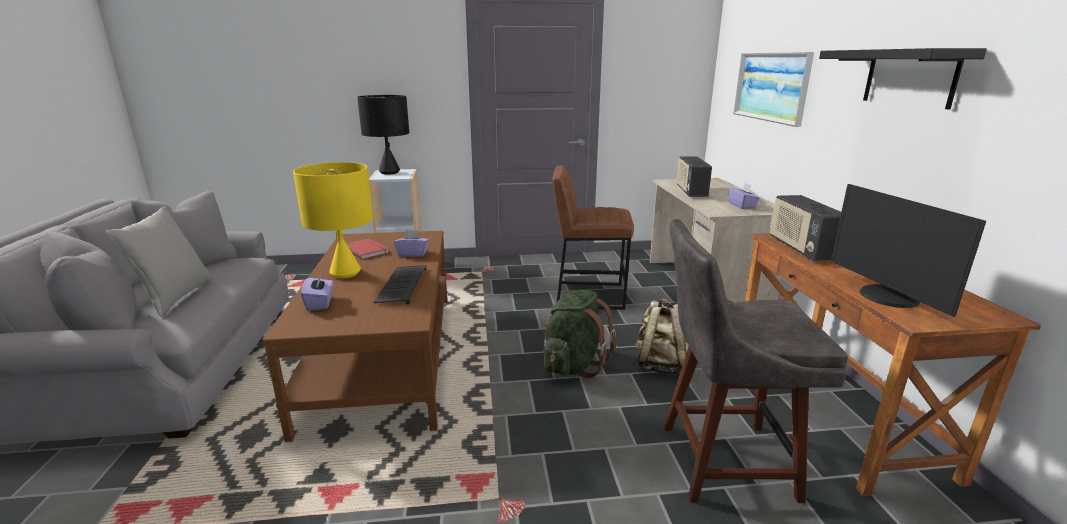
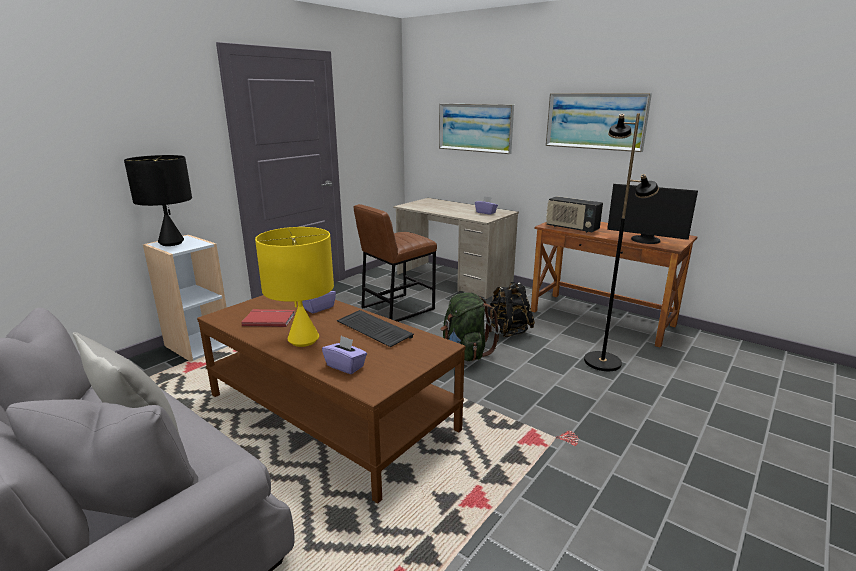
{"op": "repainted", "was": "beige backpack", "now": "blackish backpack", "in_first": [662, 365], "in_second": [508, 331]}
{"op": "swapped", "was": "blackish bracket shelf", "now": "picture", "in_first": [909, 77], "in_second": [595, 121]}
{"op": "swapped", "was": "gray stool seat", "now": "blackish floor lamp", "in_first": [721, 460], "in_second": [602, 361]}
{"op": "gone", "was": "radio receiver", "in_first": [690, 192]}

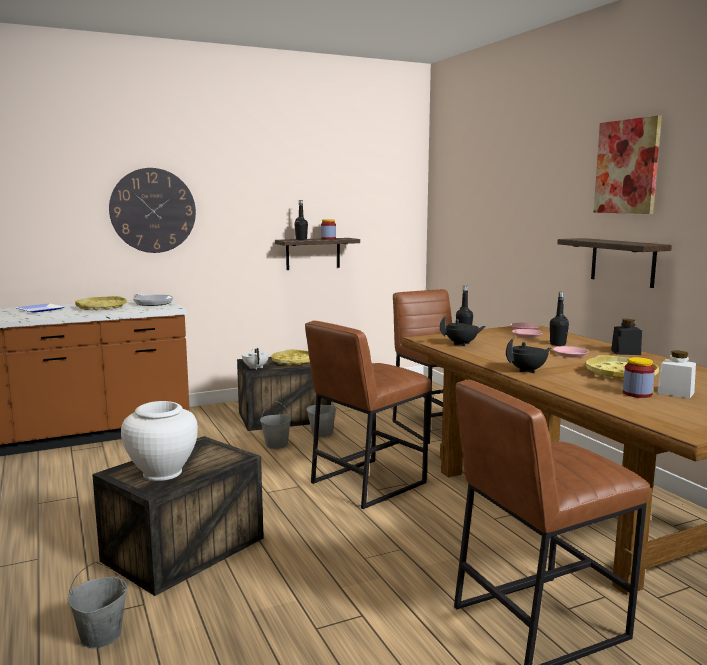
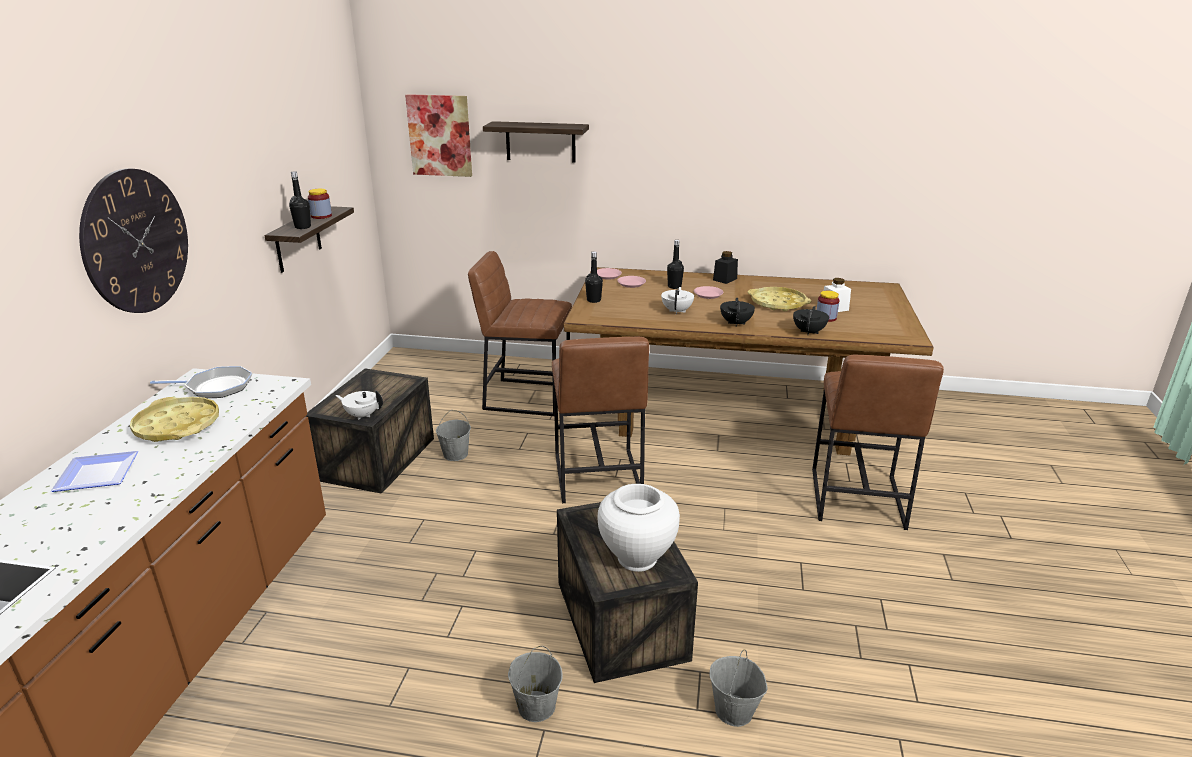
{"op": "shifted", "was": "picture", "in_first": [627, 167], "in_second": [440, 135]}
{"op": "shifted", "was": "bracket shelf", "in_first": [622, 262], "in_second": [540, 142]}
{"op": "shifted", "was": "gray bucket", "in_first": [276, 444], "in_second": [536, 706]}
{"op": "new", "now": "whitish pot for tea", "in_second": [677, 311]}
{"op": "shifted", "was": "blackish pot for tea", "in_first": [461, 344], "in_second": [809, 332]}
{"op": "gone", "was": "yellowish serving tray", "in_first": [293, 361]}

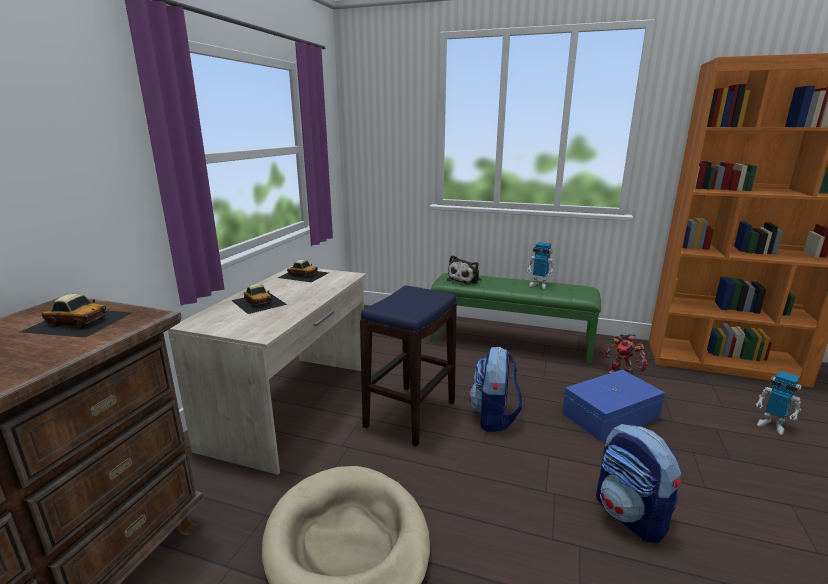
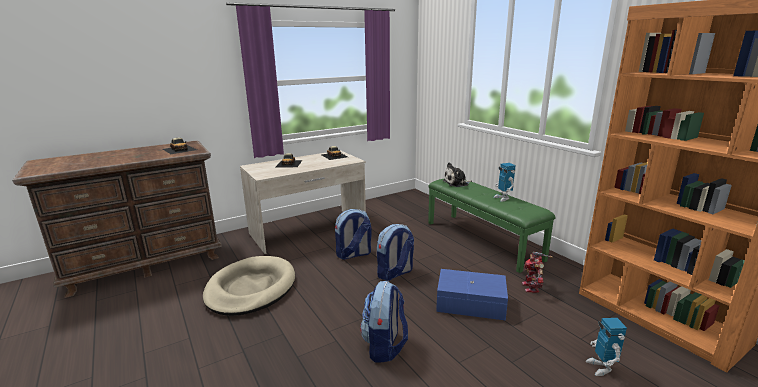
{"op": "swapped", "was": "stool seat", "now": "backpack", "in_first": [410, 414], "in_second": [353, 254]}

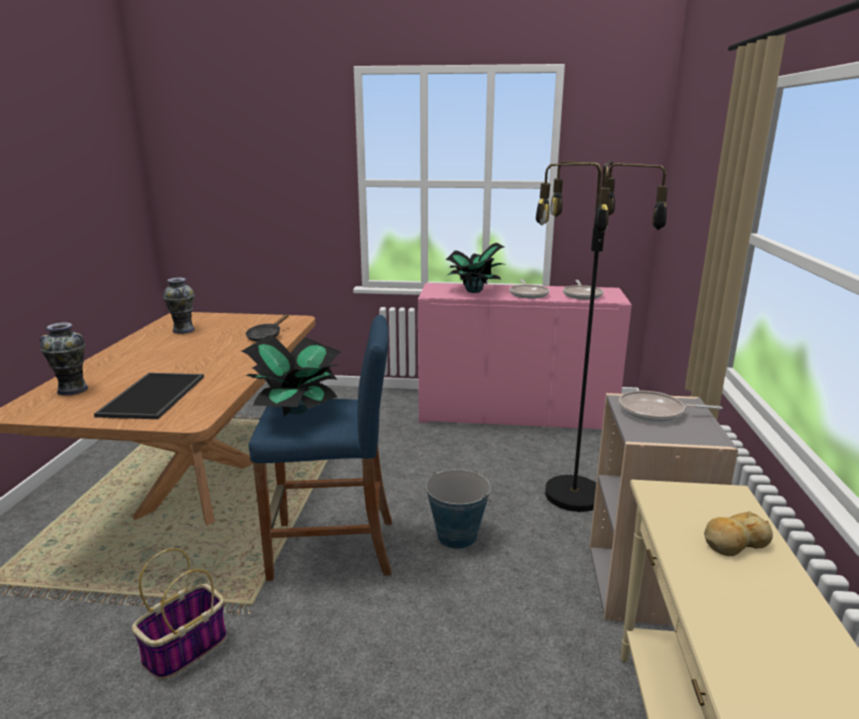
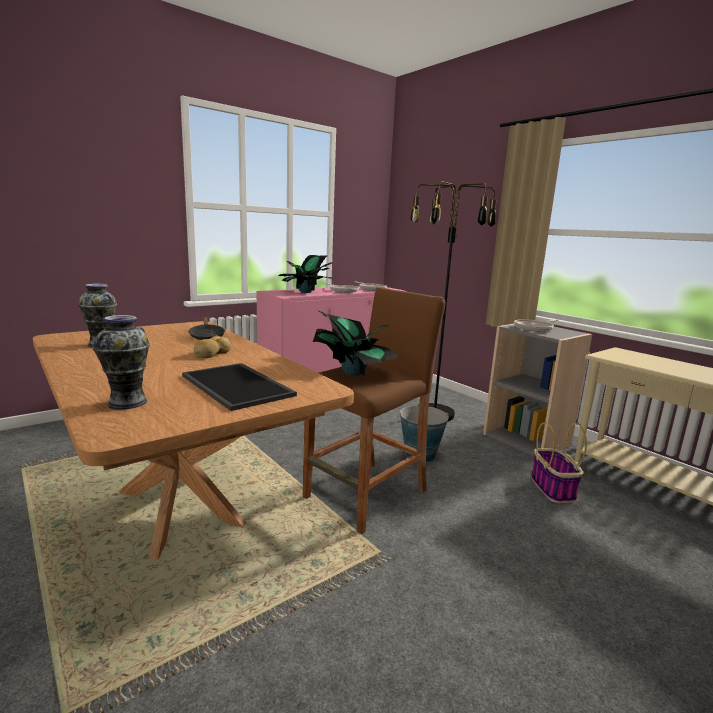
{"op": "shifted", "was": "bakery bread", "in_first": [734, 543], "in_second": [211, 353]}
{"op": "repainted", "was": "blue stool seat", "now": "brown-coloured stool seat", "in_first": [332, 549], "in_second": [366, 495]}
{"op": "shifted", "was": "basket", "in_first": [185, 649], "in_second": [553, 489]}

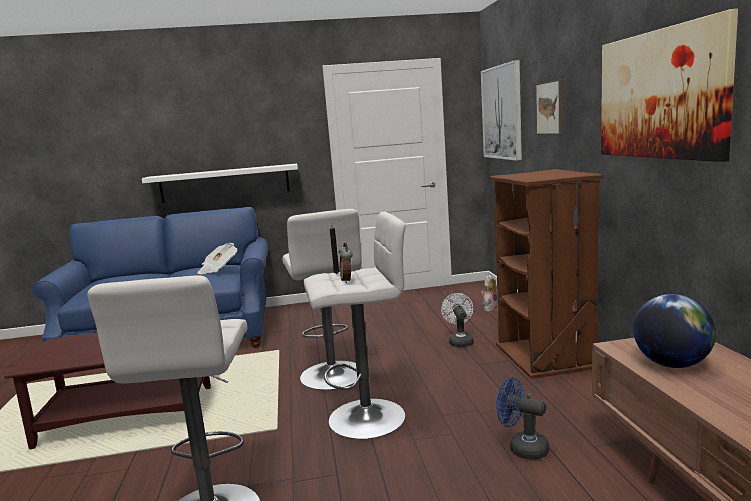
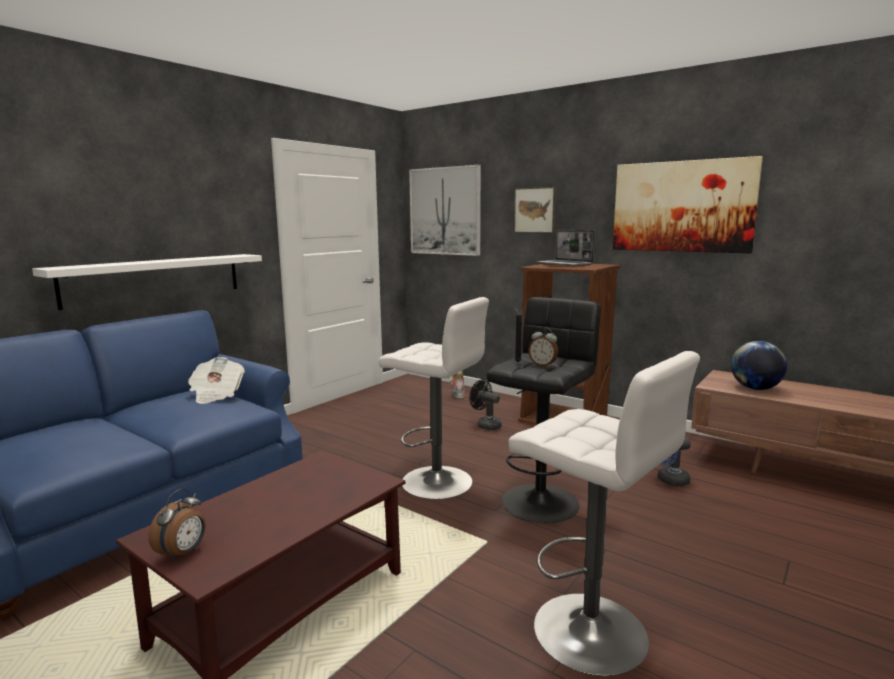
{"op": "new", "now": "table clock", "in_second": [183, 553]}
{"op": "repainted", "was": "whitish cooling fan", "now": "blackish cooling fan", "in_first": [460, 341], "in_second": [486, 425]}
{"op": "repainted", "was": "whitish stool seat", "now": "blackish stool seat", "in_first": [368, 418], "in_second": [541, 503]}
{"op": "new", "now": "notebook computer", "in_second": [565, 264]}

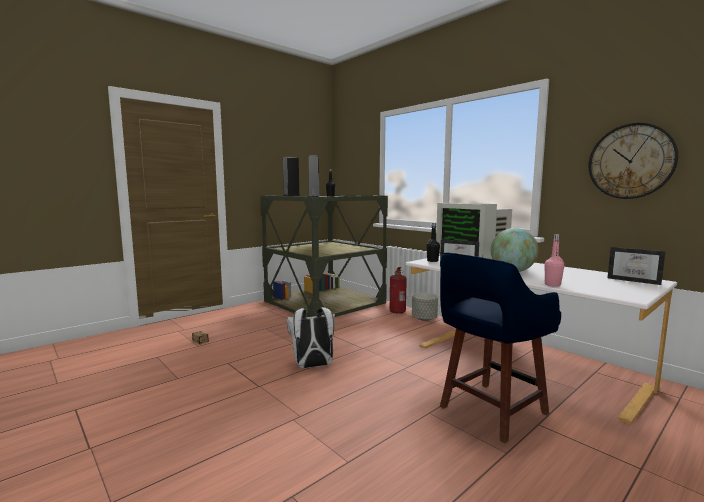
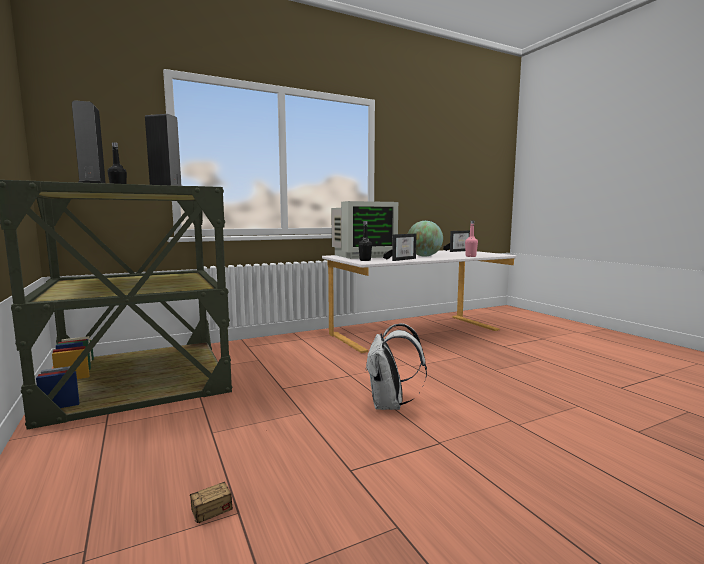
{"op": "gone", "was": "fire-fighting cylinder", "in_first": [397, 311]}
{"op": "gone", "was": "gray flower pot", "in_first": [424, 319]}
{"op": "gone", "was": "blue stool seat", "in_first": [490, 412]}
{"op": "gone", "was": "clock on the wall", "in_first": [630, 161]}

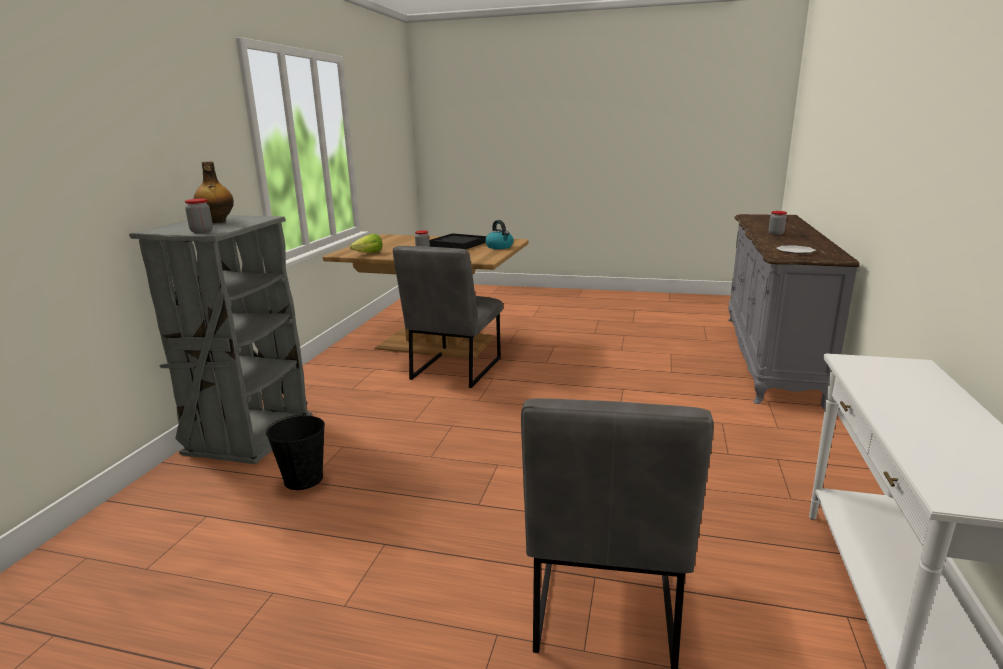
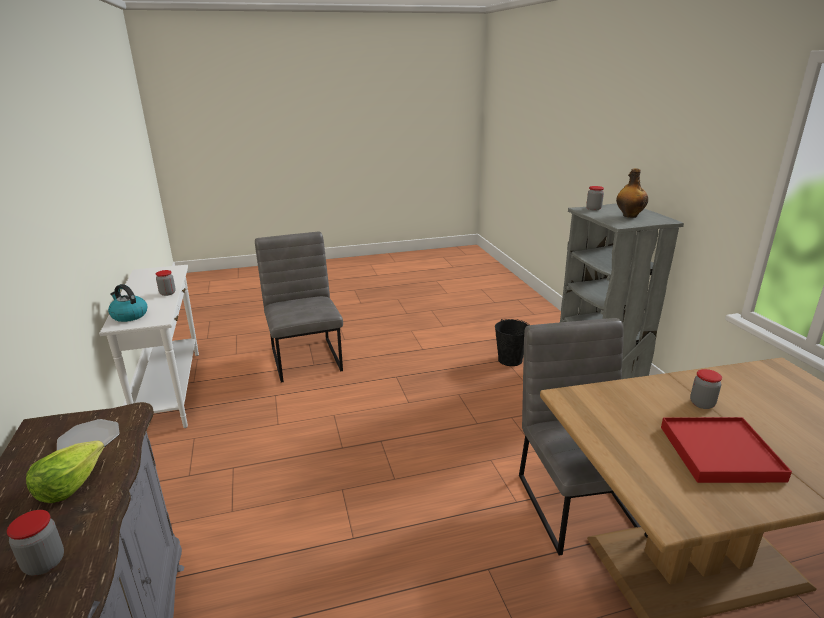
{"op": "shifted", "was": "head of lettuce", "in_first": [368, 253], "in_second": [69, 485]}
{"op": "shifted", "was": "water kettle", "in_first": [500, 247], "in_second": [129, 315]}
{"op": "new", "now": "storage jar", "in_second": [167, 293]}
{"op": "repainted", "was": "blackish serving tray", "now": "reddish serving tray", "in_first": [457, 244], "in_second": [719, 453]}

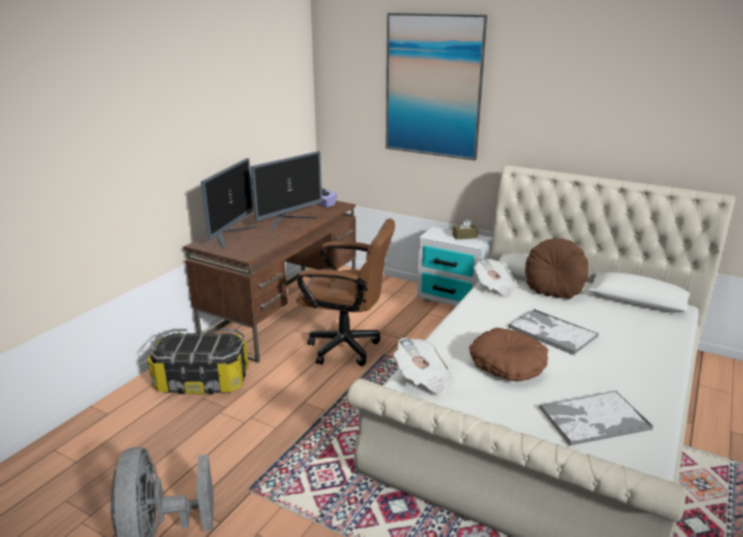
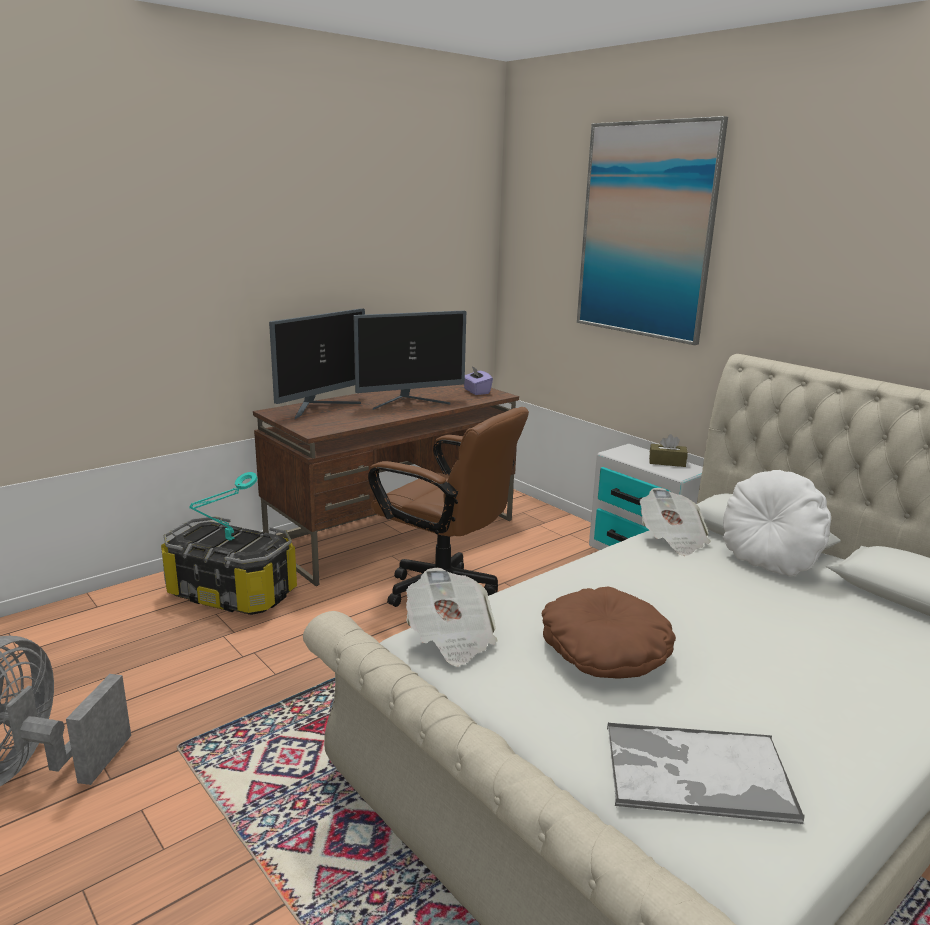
{"op": "new", "now": "turquoise table lamp", "in_second": [227, 540]}
{"op": "repainted", "was": "brown-coloured cushion", "now": "whitish cushion", "in_first": [553, 293], "in_second": [768, 564]}
{"op": "gone", "was": "serving tray", "in_first": [551, 332]}

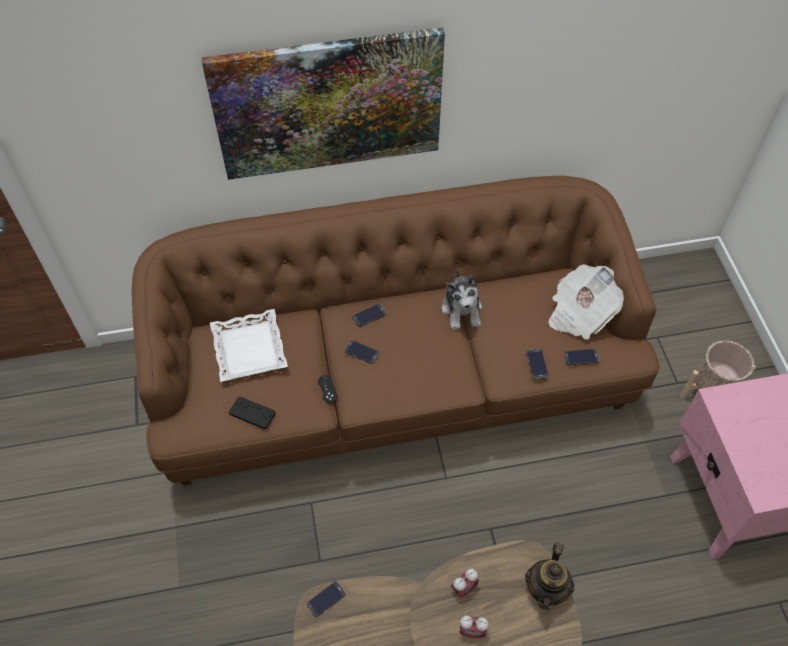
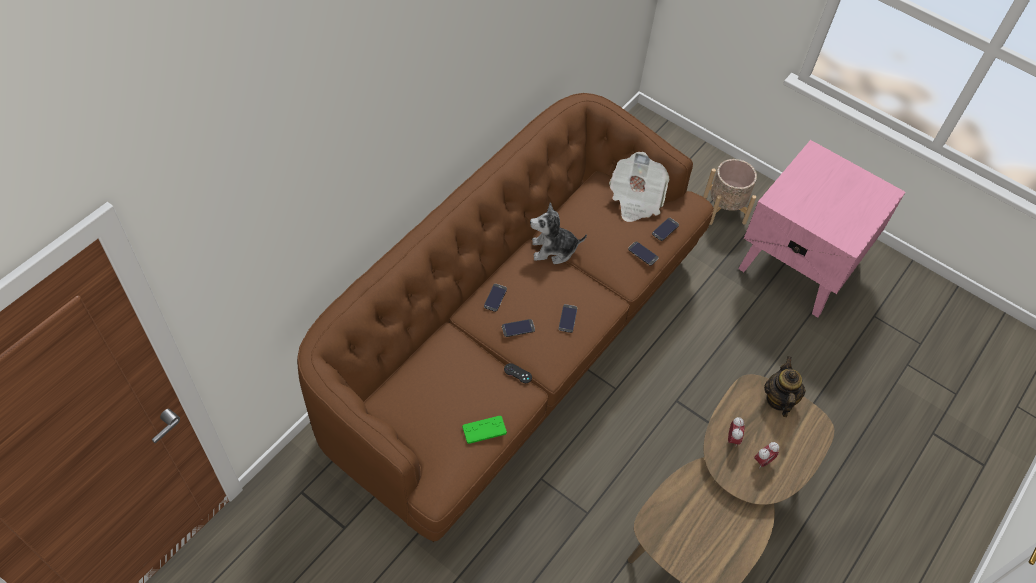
{"op": "repainted", "was": "blackish gamepad", "now": "green-coloured gamepad", "in_first": [252, 413], "in_second": [484, 430]}
{"op": "rotated", "was": "soft toy", "in_first": [462, 310], "in_second": [553, 249], "clockwise": 135}
{"op": "shifted", "was": "handset", "in_first": [326, 599], "in_second": [568, 318]}
{"op": "rotated", "was": "pot for tea", "in_first": [546, 589], "in_second": [778, 399], "clockwise": -150}
{"op": "gone", "was": "picture", "in_first": [328, 104]}
{"op": "gone", "was": "whitish serving tray", "in_first": [250, 349]}

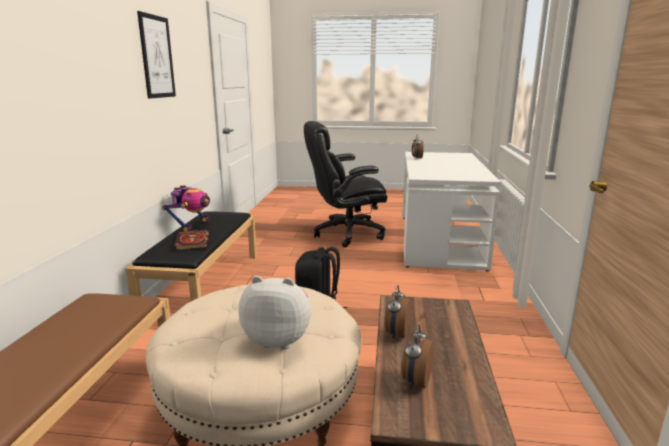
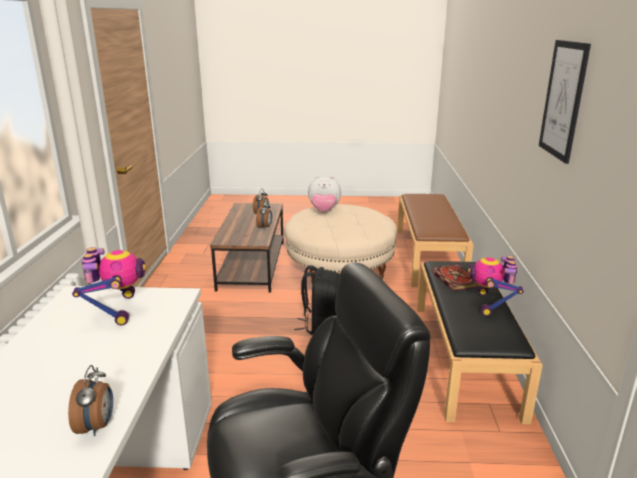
{"op": "new", "now": "toy robot", "in_second": [116, 310]}

